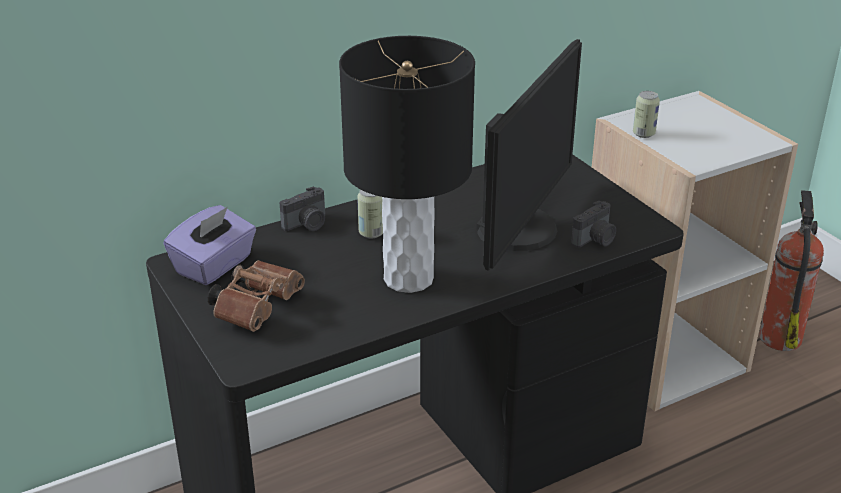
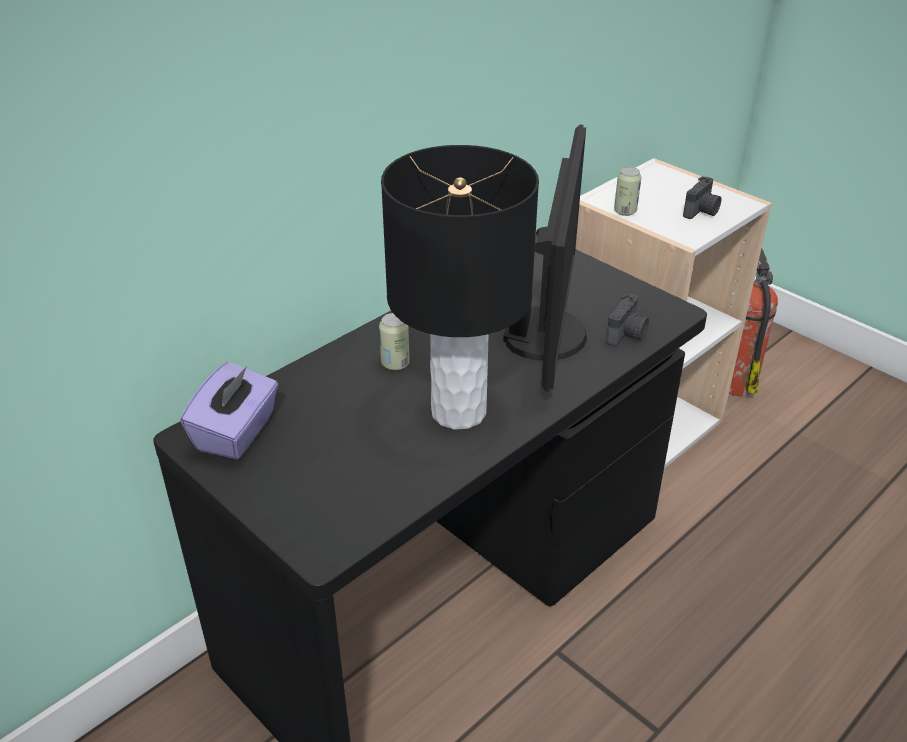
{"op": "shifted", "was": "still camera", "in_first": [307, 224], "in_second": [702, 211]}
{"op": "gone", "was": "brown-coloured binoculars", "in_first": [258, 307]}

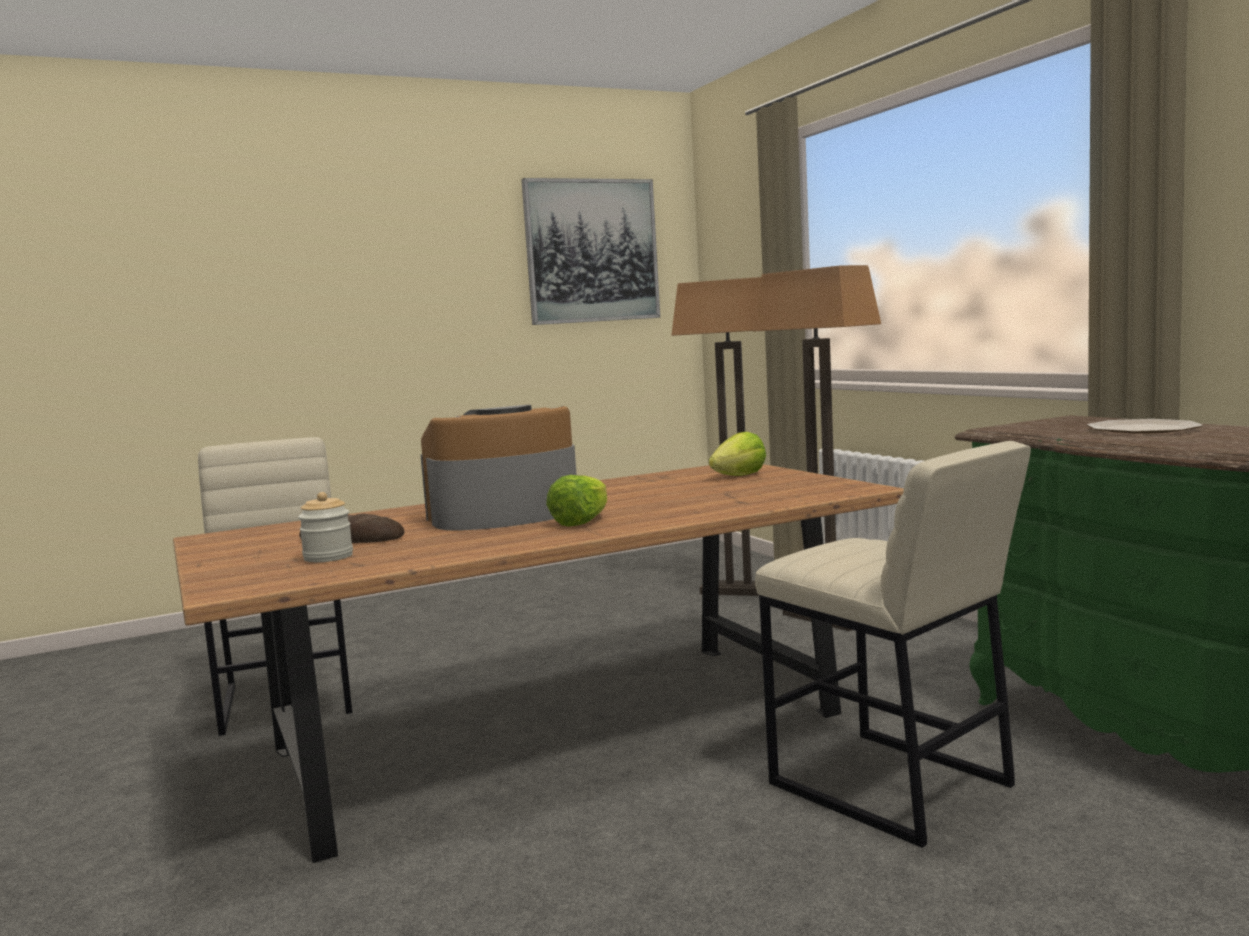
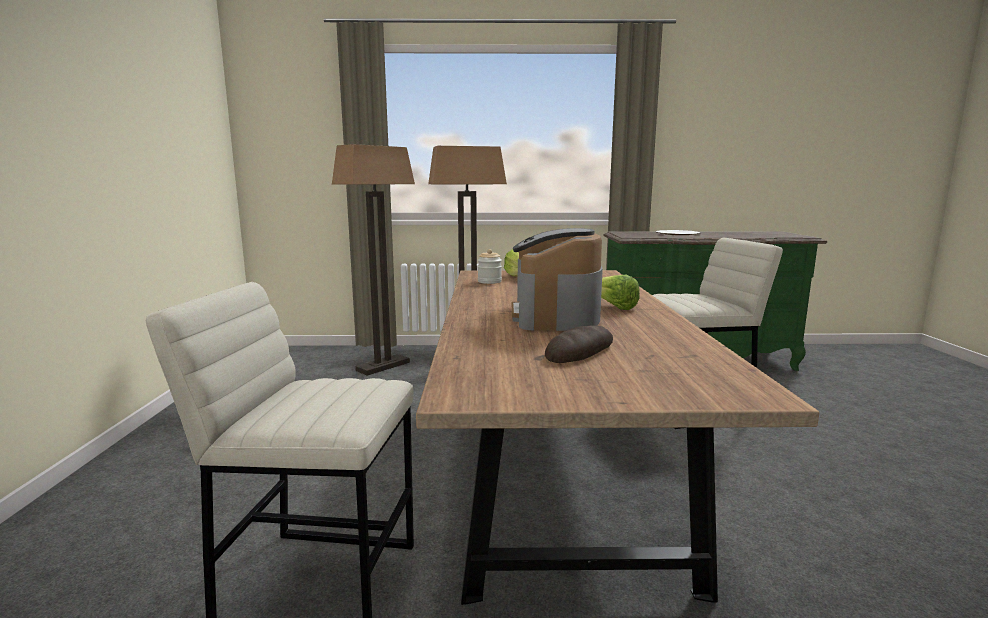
{"op": "shifted", "was": "storage jar", "in_first": [328, 557], "in_second": [489, 281]}
{"op": "gone", "was": "picture", "in_first": [592, 251]}

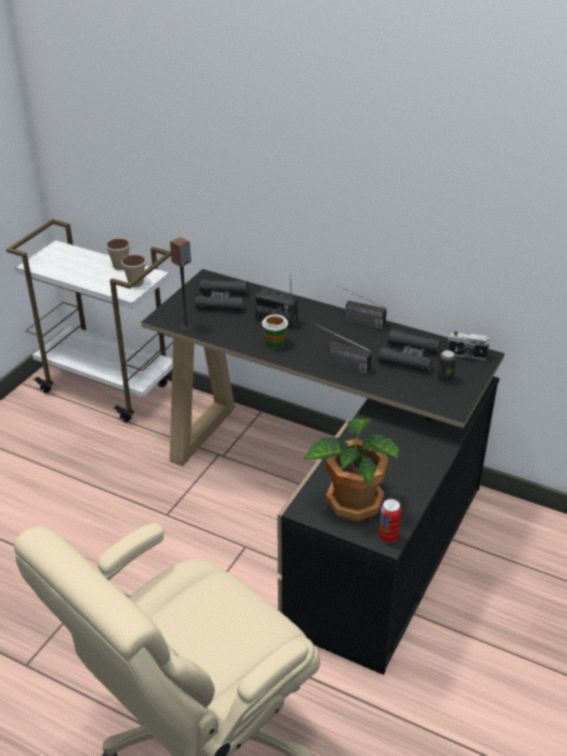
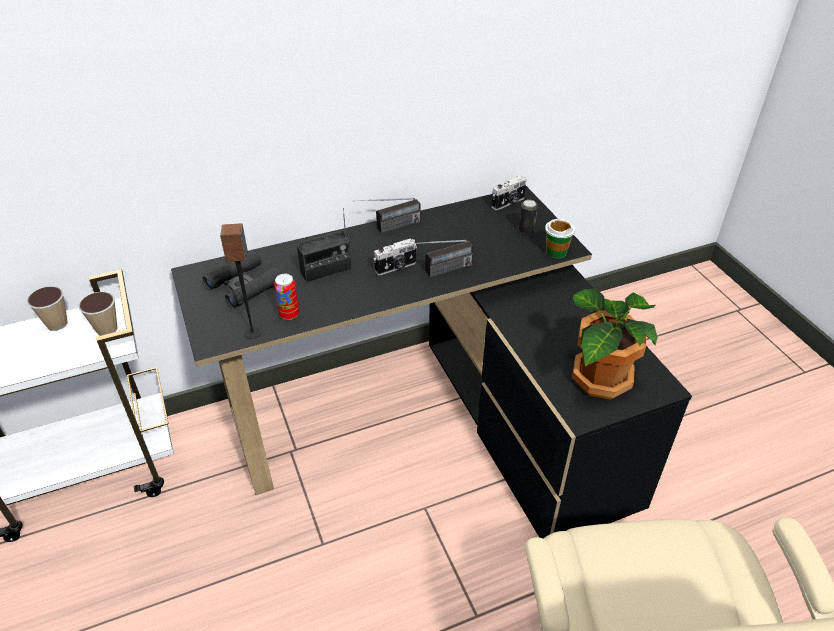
{"op": "shifted", "was": "can", "in_first": [388, 537], "in_second": [289, 314]}
{"op": "new", "now": "still camera", "in_second": [396, 267]}
{"op": "shifted", "was": "drinking cup", "in_first": [275, 343], "in_second": [556, 251]}
{"op": "gone", "was": "blackish binoculars", "in_first": [409, 356]}

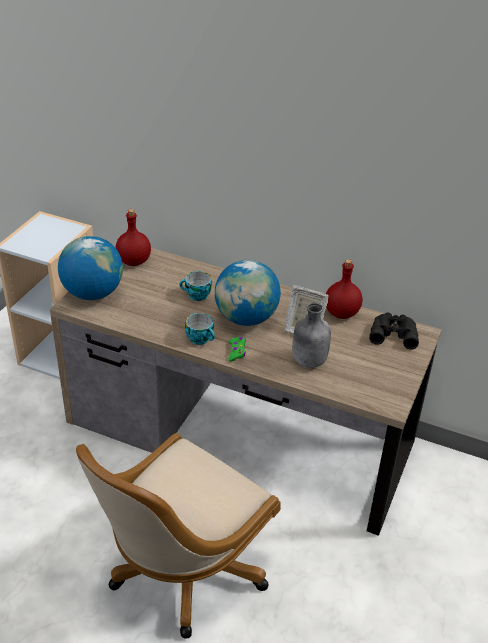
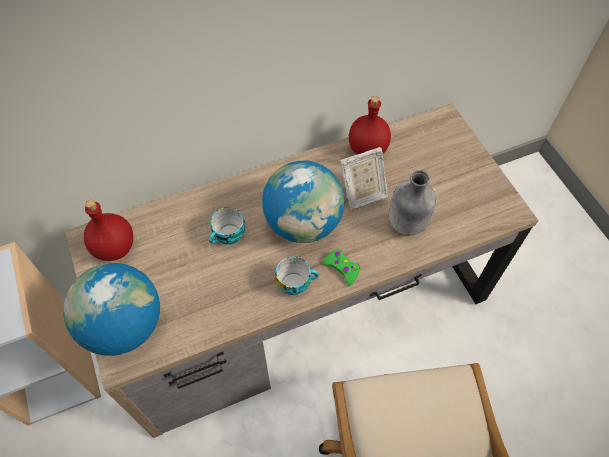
{"op": "gone", "was": "blackish binoculars", "in_first": [393, 333]}

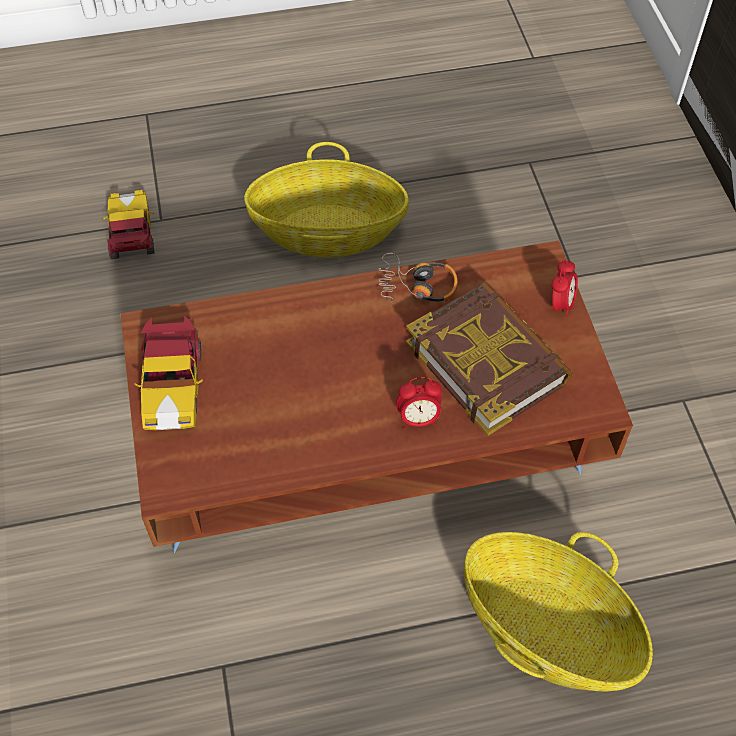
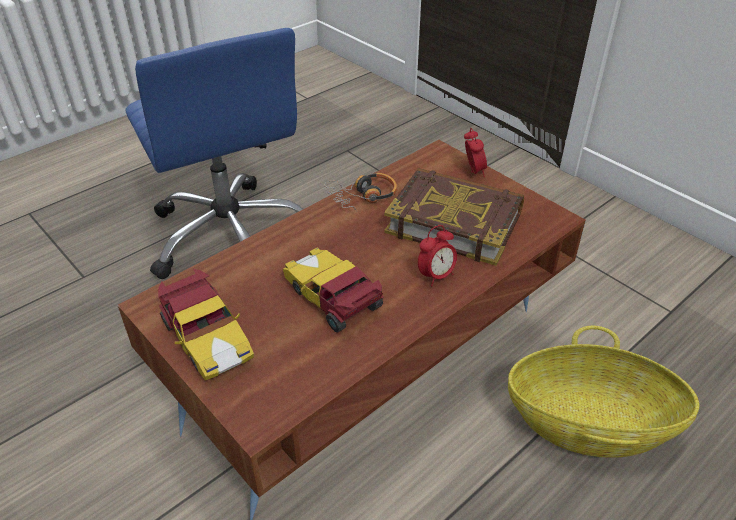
{"op": "swapped", "was": "basket", "now": "blue computer chair", "in_first": [328, 231], "in_second": [231, 235]}
{"op": "shifted", "was": "miniature car", "in_first": [131, 234], "in_second": [334, 299]}

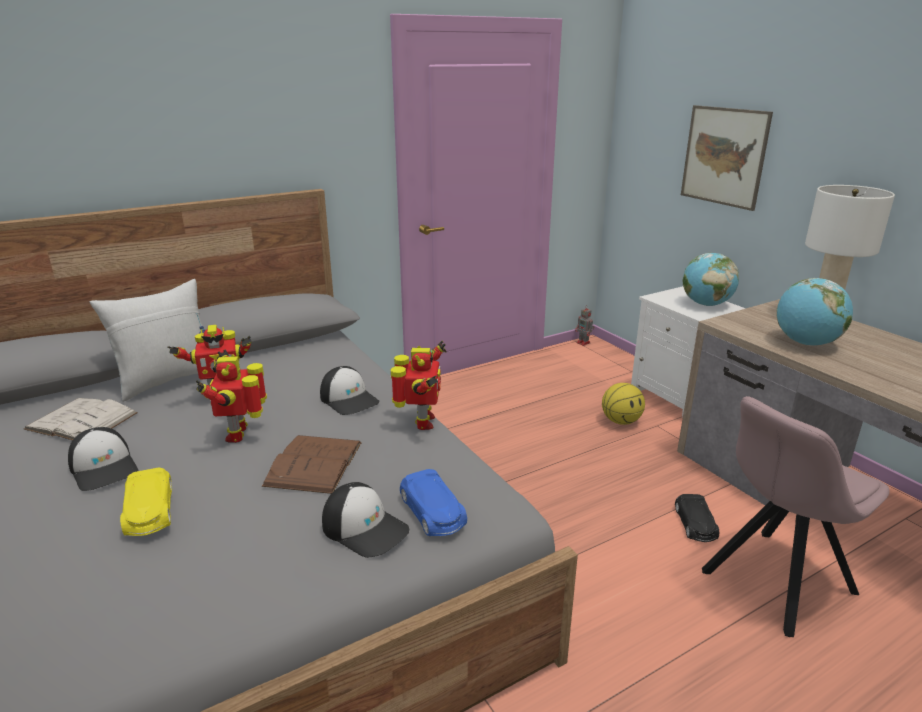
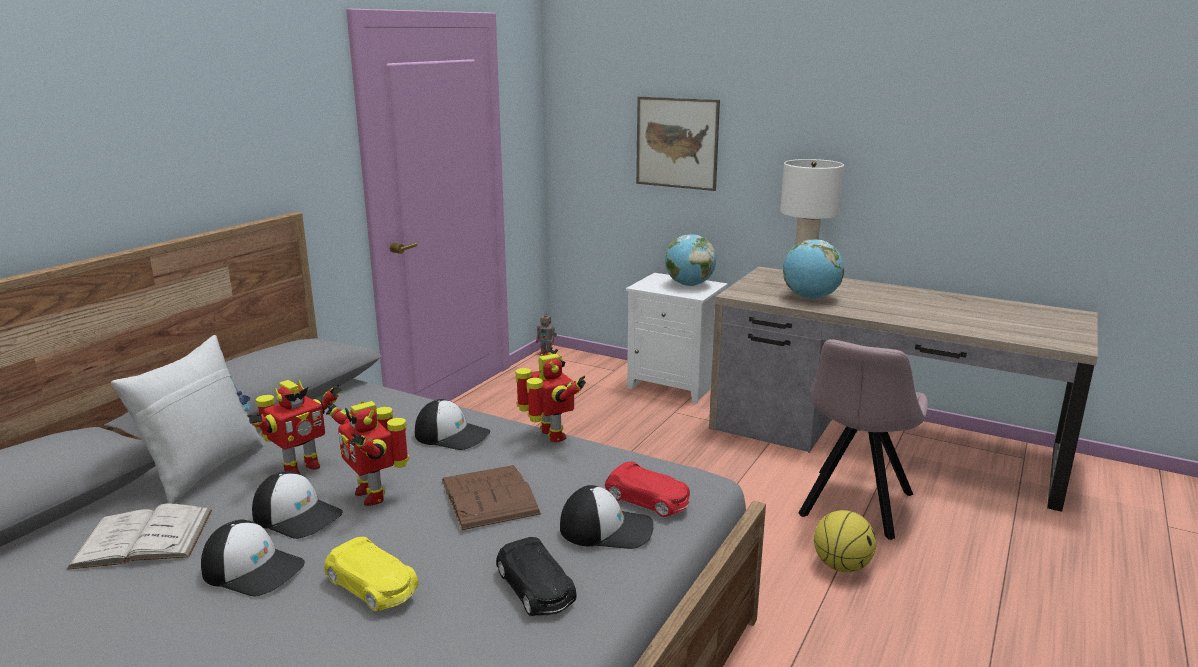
{"op": "new", "now": "peaked cap", "in_second": [298, 515]}
{"op": "shifted", "was": "blackish miniature car", "in_first": [695, 524], "in_second": [536, 588]}
{"op": "repainted", "was": "blue miniature car", "now": "reddish miniature car", "in_first": [433, 512], "in_second": [648, 499]}
{"op": "shifted", "was": "basketball ball", "in_first": [621, 421], "in_second": [842, 566]}

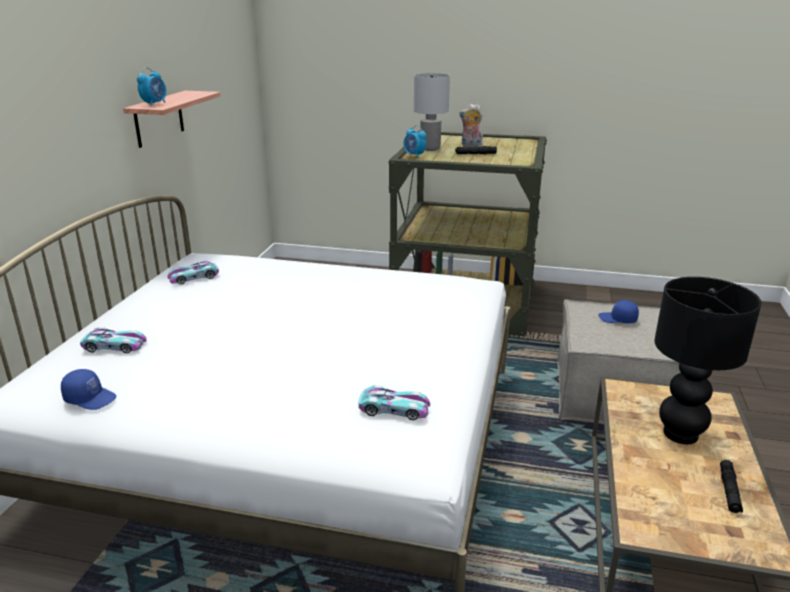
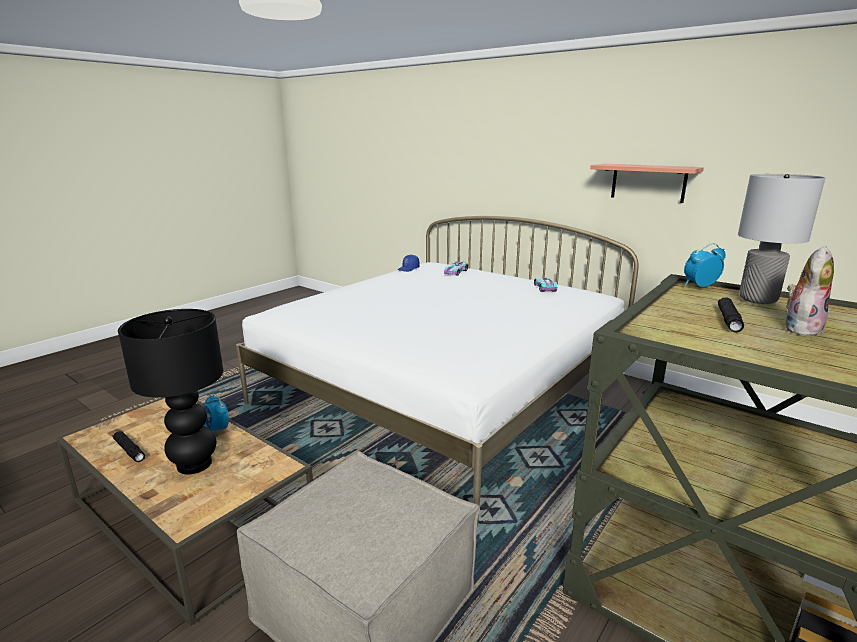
{"op": "shifted", "was": "table clock", "in_first": [154, 104], "in_second": [217, 430]}
{"op": "gone", "was": "miniature car", "in_first": [394, 409]}
{"op": "gone", "was": "blue peaked cap", "in_first": [617, 319]}

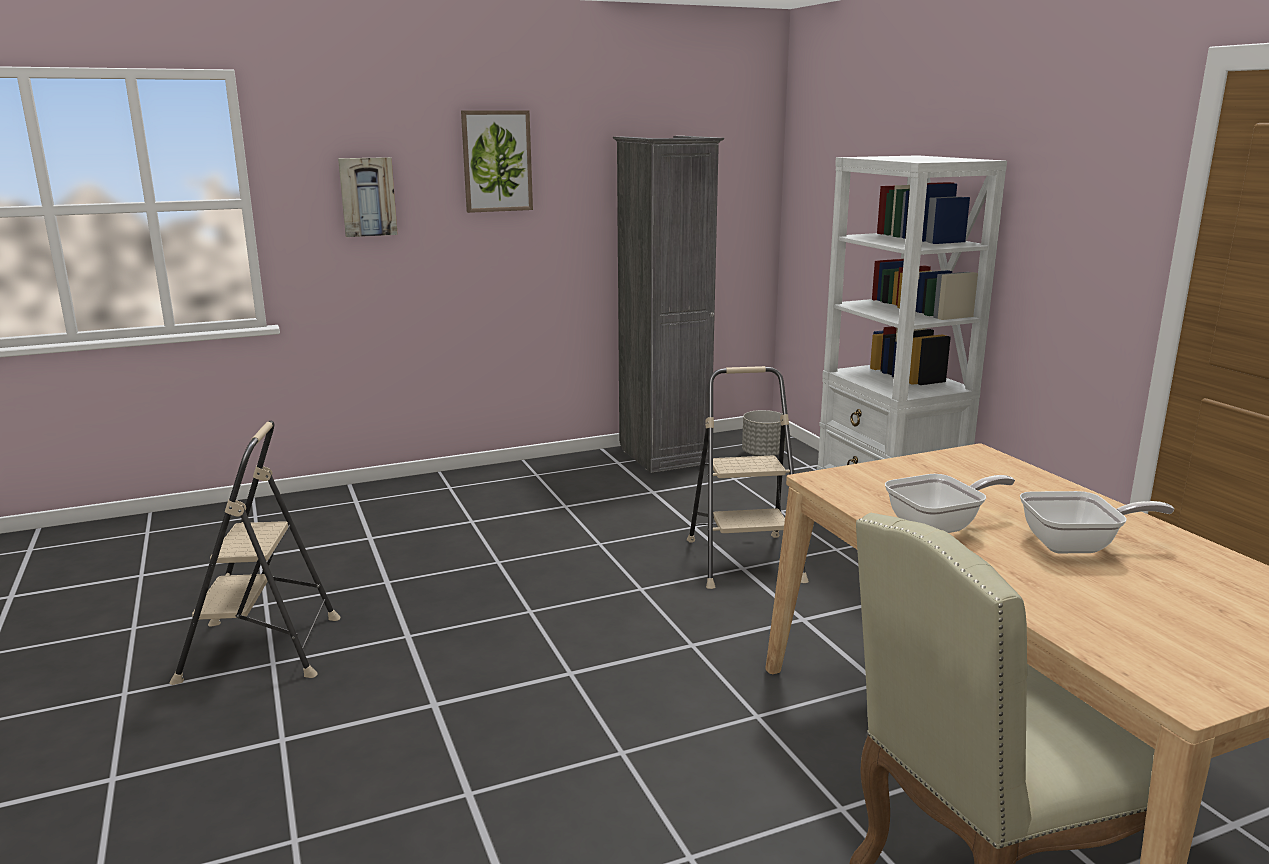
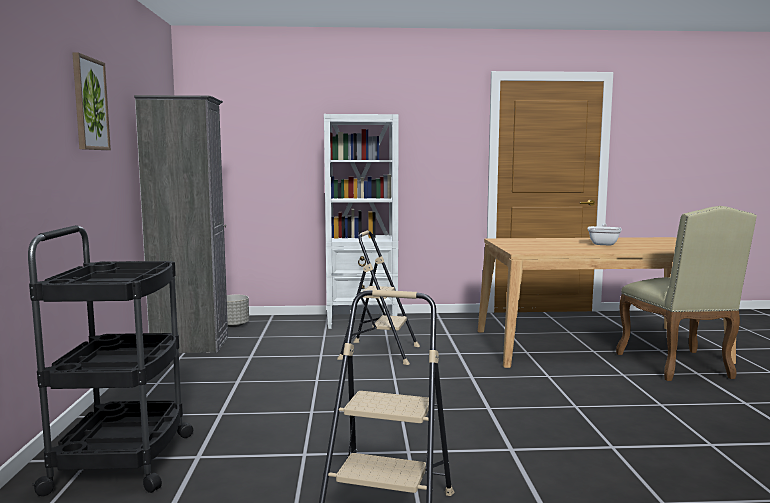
{"op": "new", "now": "blackish trolley", "in_second": [123, 462]}
{"op": "gone", "was": "picture", "in_first": [367, 197]}
{"op": "gone", "was": "frying pan", "in_first": [940, 526]}

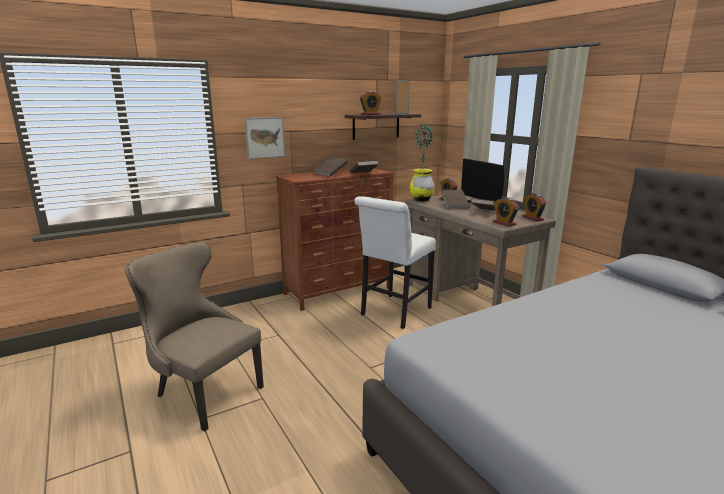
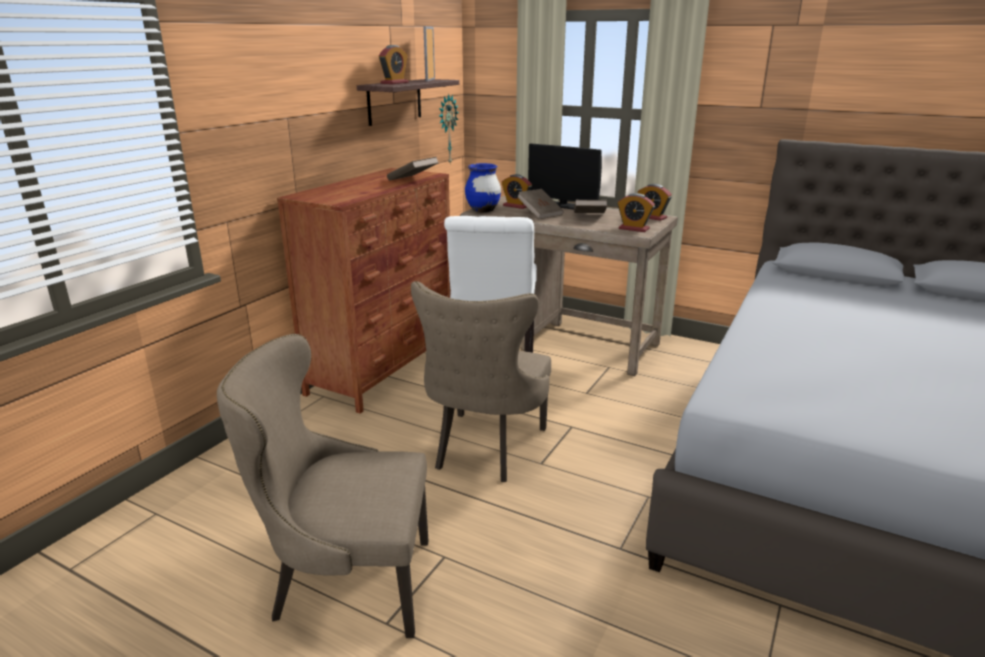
{"op": "new", "now": "beige plain chair", "in_second": [485, 449]}
{"op": "repainted", "was": "yellowish flower vase", "now": "blue flower vase", "in_first": [421, 200], "in_second": [483, 210]}
{"op": "gone", "was": "picture", "in_first": [265, 137]}
{"op": "gone", "was": "brown-coloured book", "in_first": [331, 174]}

